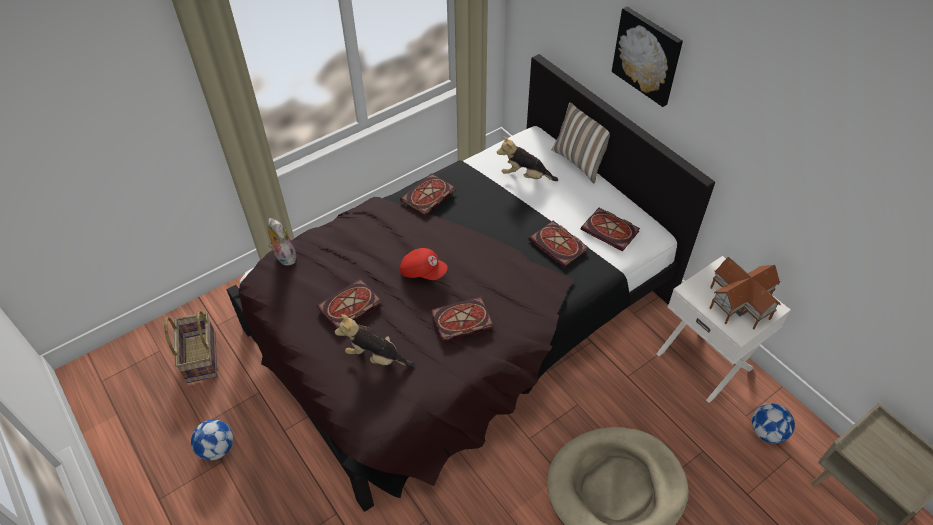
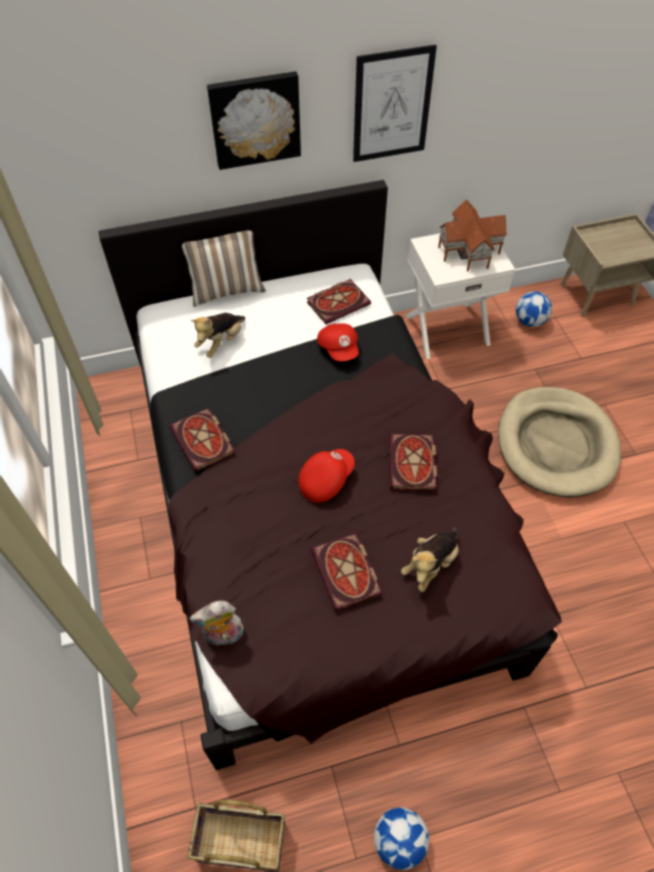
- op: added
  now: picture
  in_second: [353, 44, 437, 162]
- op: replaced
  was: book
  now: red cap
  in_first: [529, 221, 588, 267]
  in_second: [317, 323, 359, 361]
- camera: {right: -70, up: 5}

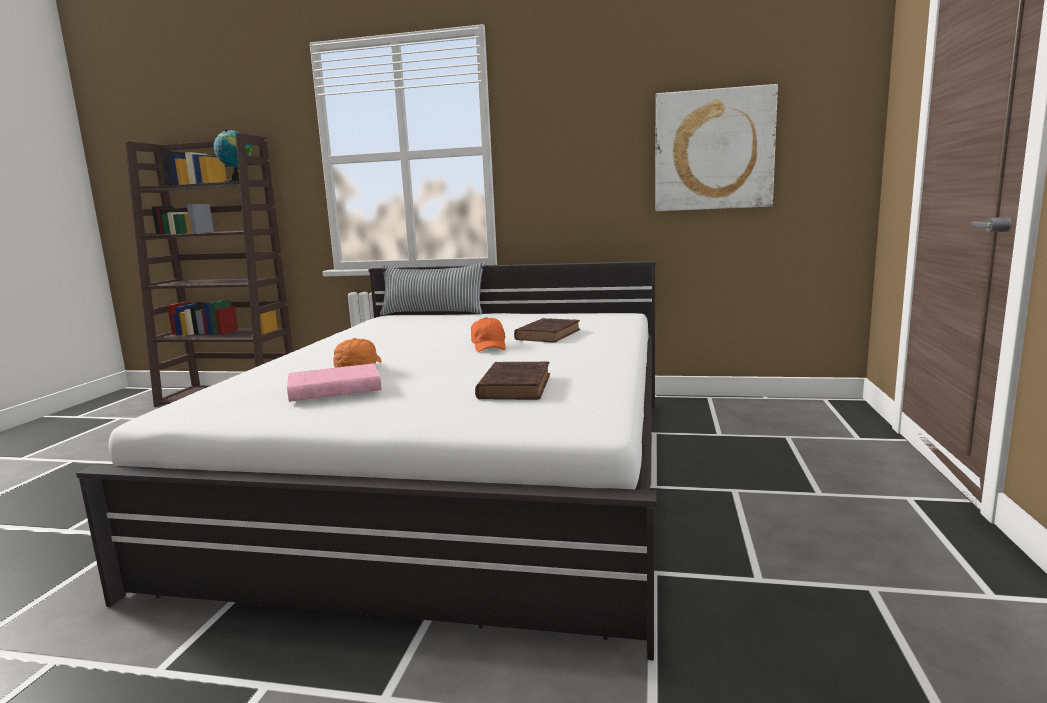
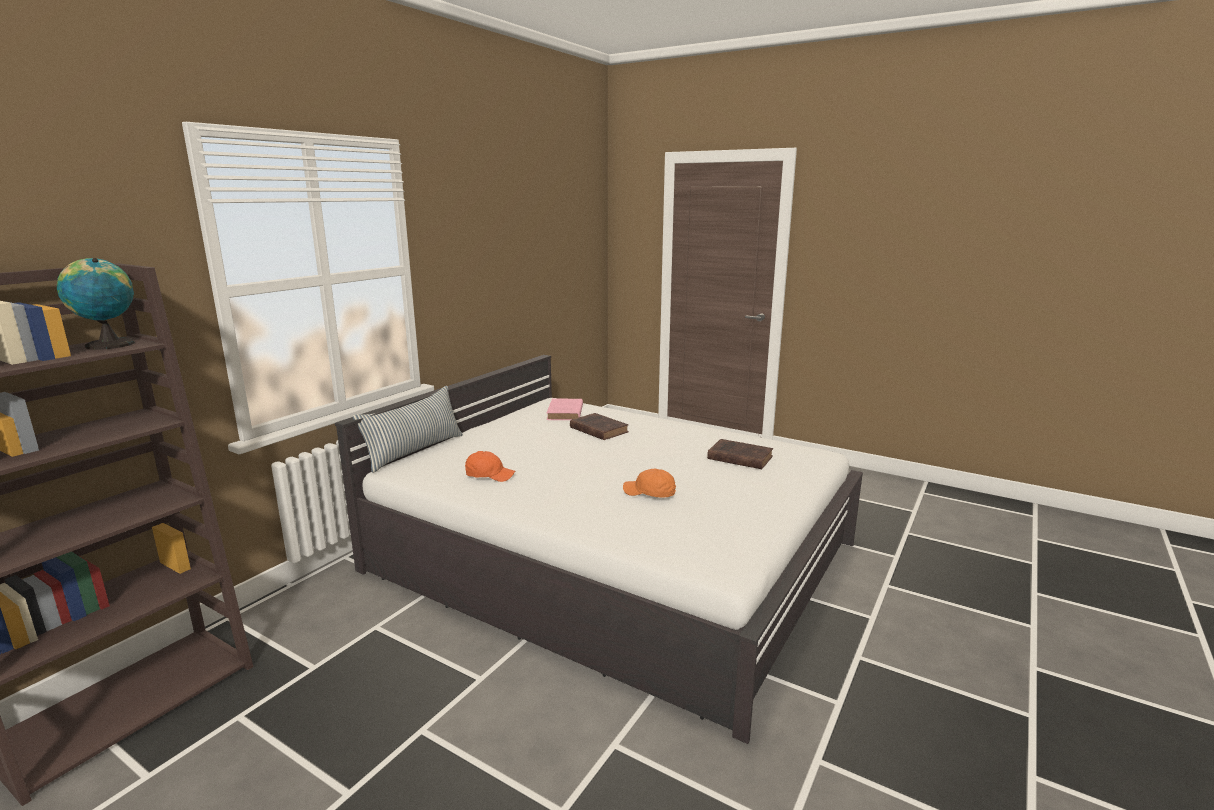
- op: removed
  was: picture
  in_first: [655, 84, 778, 211]
- op: moved
  was: pink book
  in_first: [287, 363, 381, 402]
  in_second: [547, 398, 583, 420]
- op: moved
  was: orange cap
  in_first: [471, 317, 506, 352]
  in_second: [465, 451, 515, 482]
- camera: {right: -70, up: 5}

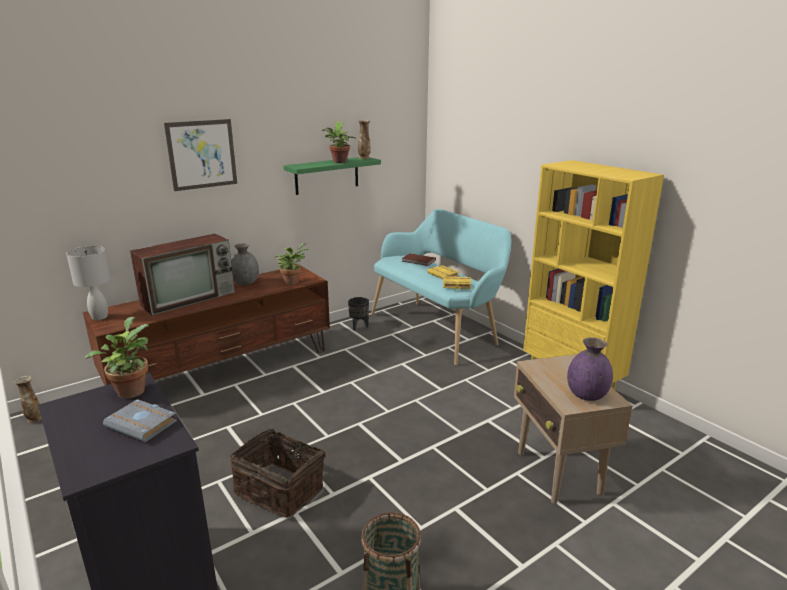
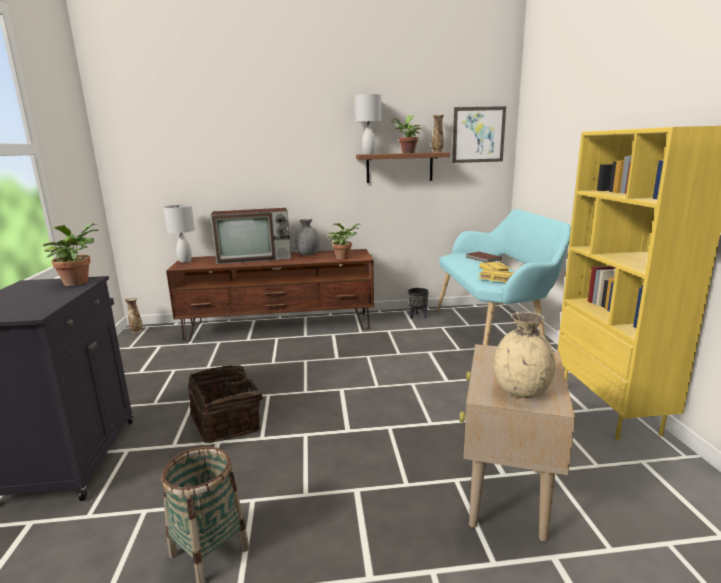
- op: removed
  was: grey book
  in_first: [103, 399, 177, 442]
- op: added
  now: white table lamp
  in_second: [355, 94, 382, 154]
- op: moved
  was: picture
  in_first: [164, 119, 237, 191]
  in_second: [452, 106, 506, 163]
- op: recoloured
  was: green shelf
  now: brown shelf
  in_first: [284, 157, 381, 195]
  in_second: [356, 152, 450, 183]
- op: recoloured
  was: purple vase
  now: beige vase
  in_first: [567, 337, 613, 401]
  in_second: [493, 312, 555, 398]
- camera: {right: 30, up: -5}

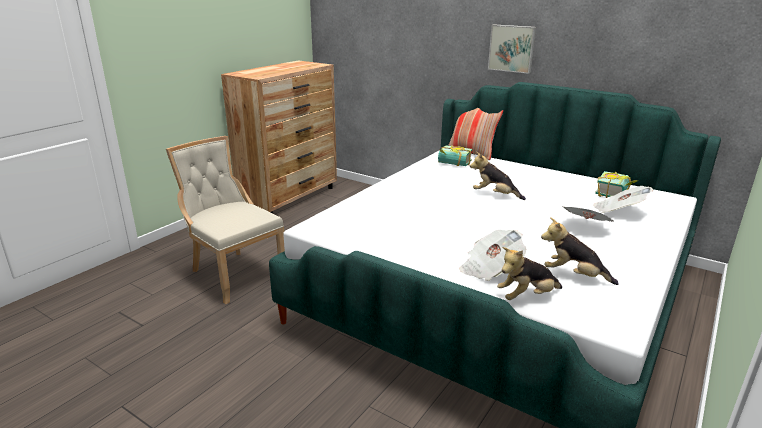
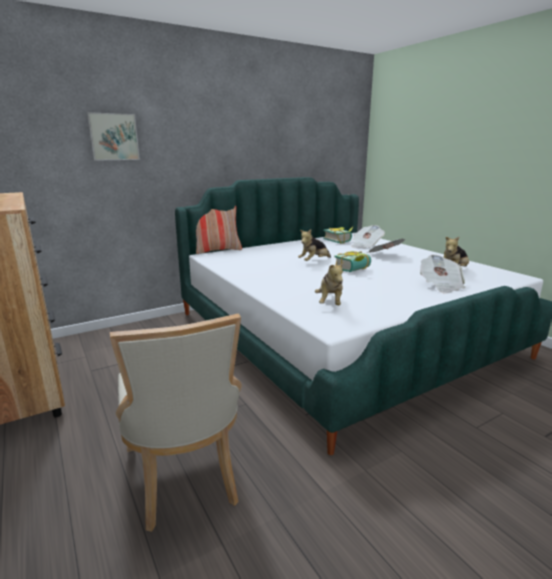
- op: moved
  was: book
  in_first: [438, 145, 472, 166]
  in_second: [335, 251, 371, 272]
- op: moved
  was: picture
  in_first: [488, 24, 536, 74]
  in_second: [87, 112, 140, 161]
- op: moved
  was: plush toy
  in_first: [497, 247, 562, 300]
  in_second: [315, 261, 344, 305]
- op: turned
  was: beige chair
  in_first: [166, 136, 285, 304]
  in_second: [110, 313, 242, 532]
  clockwise: -90
- camera: {right: -65, up: -5}

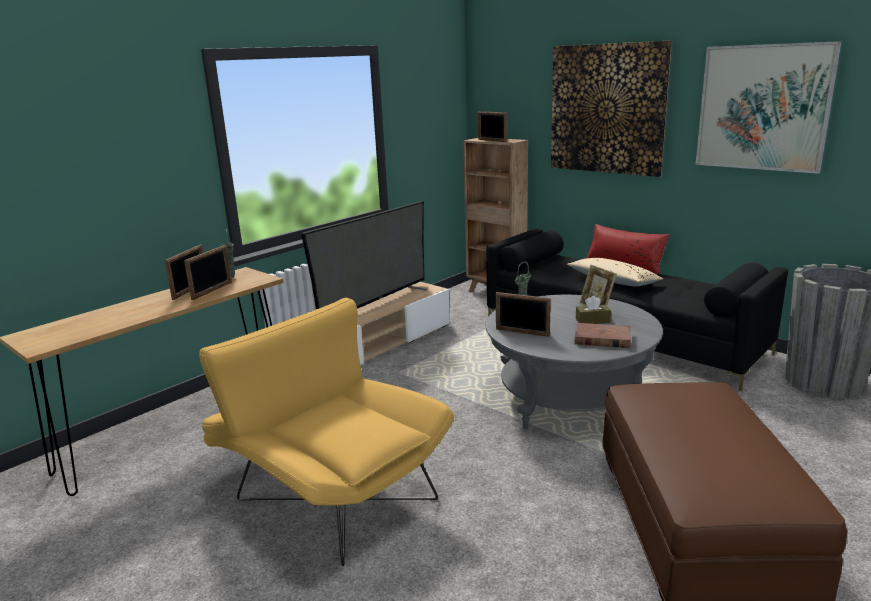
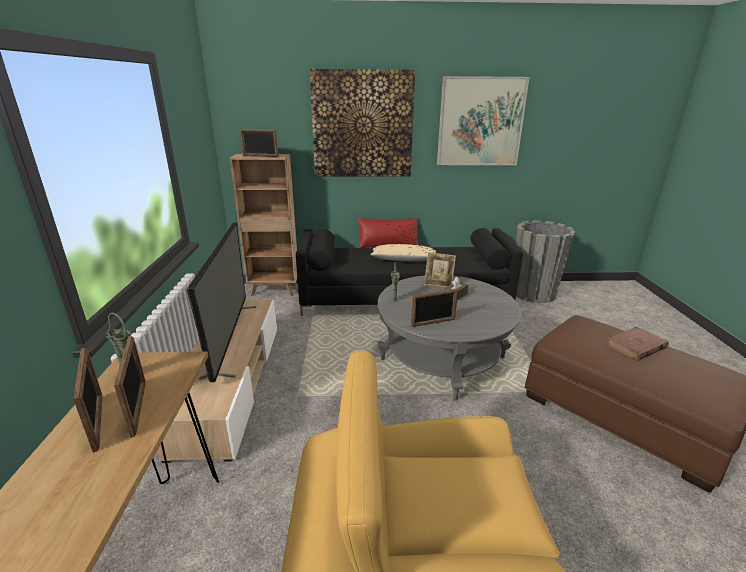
- op: moved
  was: brown book
  in_first: [575, 323, 631, 348]
  in_second: [605, 327, 669, 361]
- camera: {right: -45, up: 5}

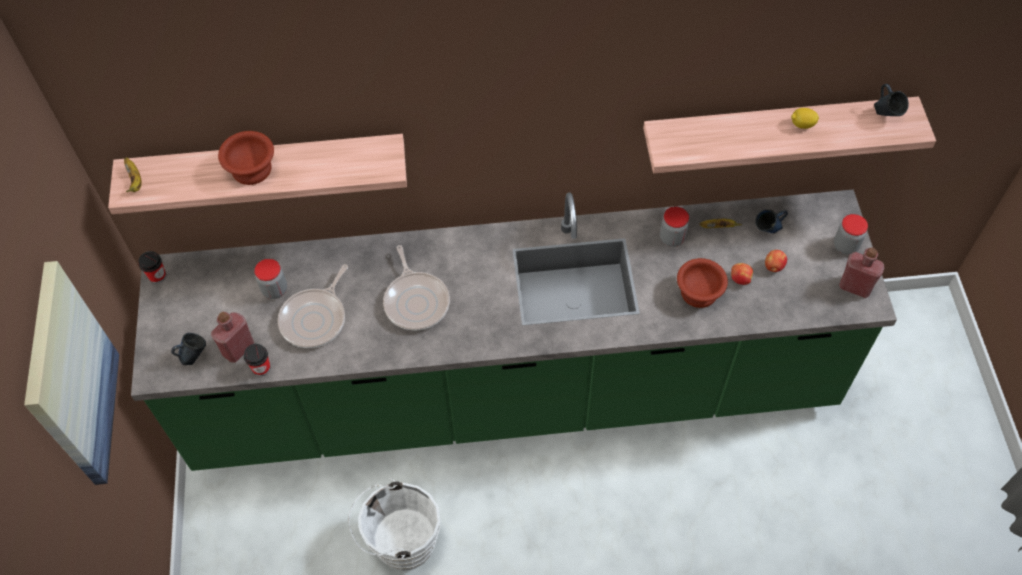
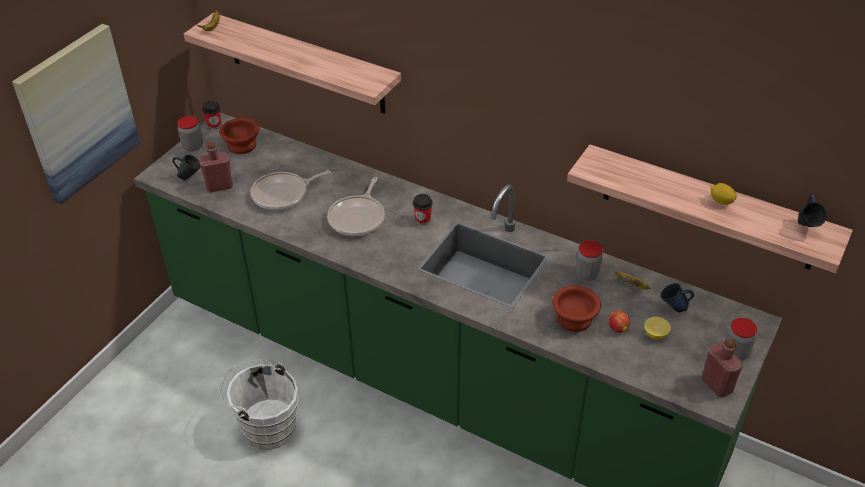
- op: moved
  was: brown bowl
  in_first: [218, 131, 274, 185]
  in_second: [219, 118, 260, 154]
- op: moved
  was: cup
  in_first: [244, 344, 271, 376]
  in_second: [413, 194, 433, 225]
- op: moved
  was: jar
  in_first: [254, 259, 287, 299]
  in_second: [177, 116, 203, 151]
- op: replaced
  was: apple
  now: lemon
  in_first: [765, 250, 787, 272]
  in_second: [644, 317, 671, 339]
- camera: {right: 35, up: -15}

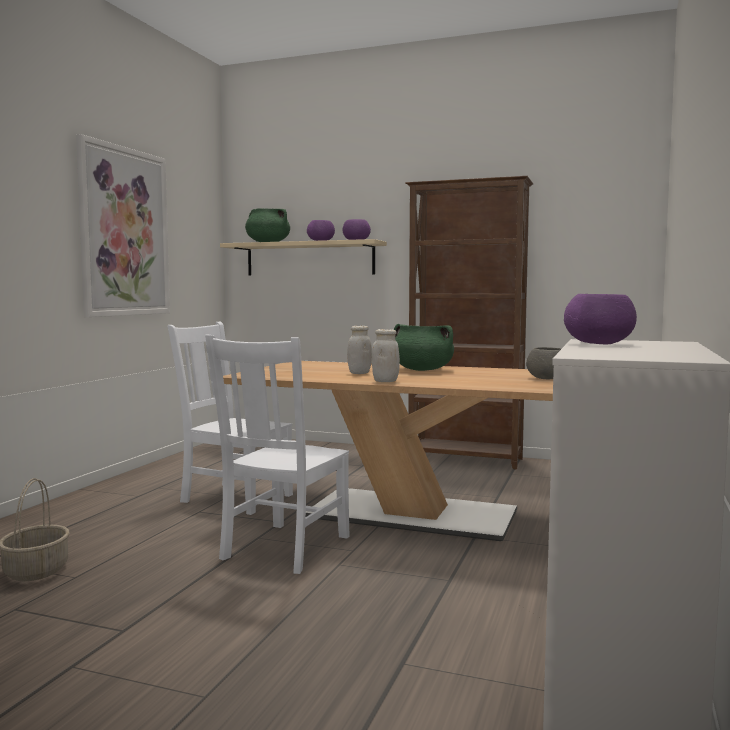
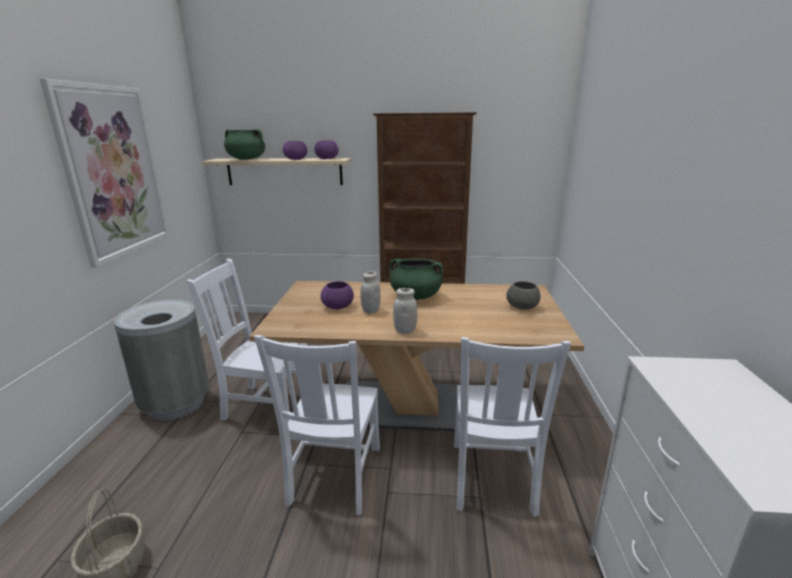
- op: added
  now: grey trash can
  in_second: [114, 300, 209, 420]
- op: added
  now: white chair
  in_second: [454, 337, 571, 517]
- op: moved
  was: purple bowl
  in_first: [564, 294, 637, 344]
  in_second: [321, 281, 354, 309]
- camera: {right: -15, up: 15}

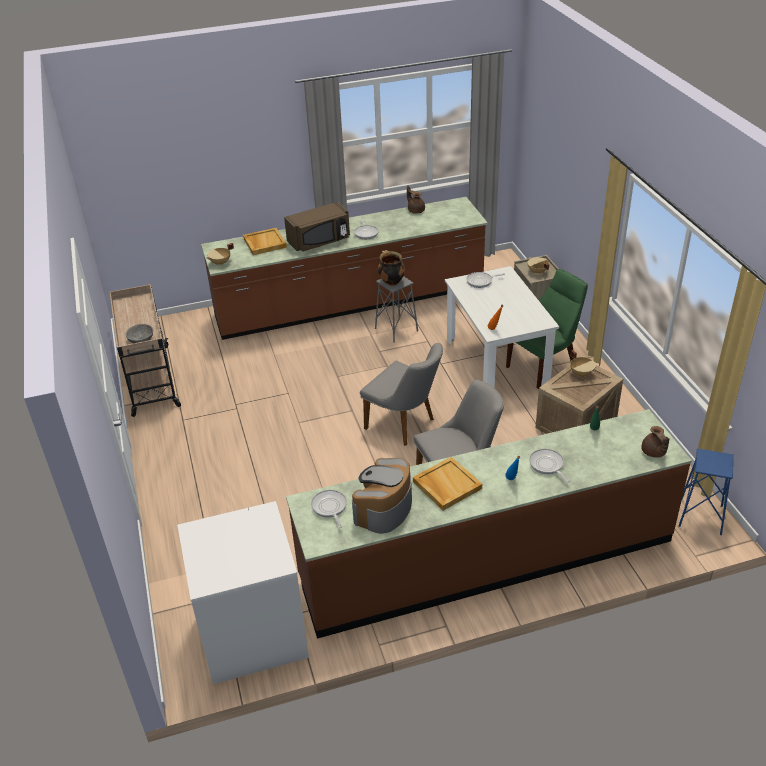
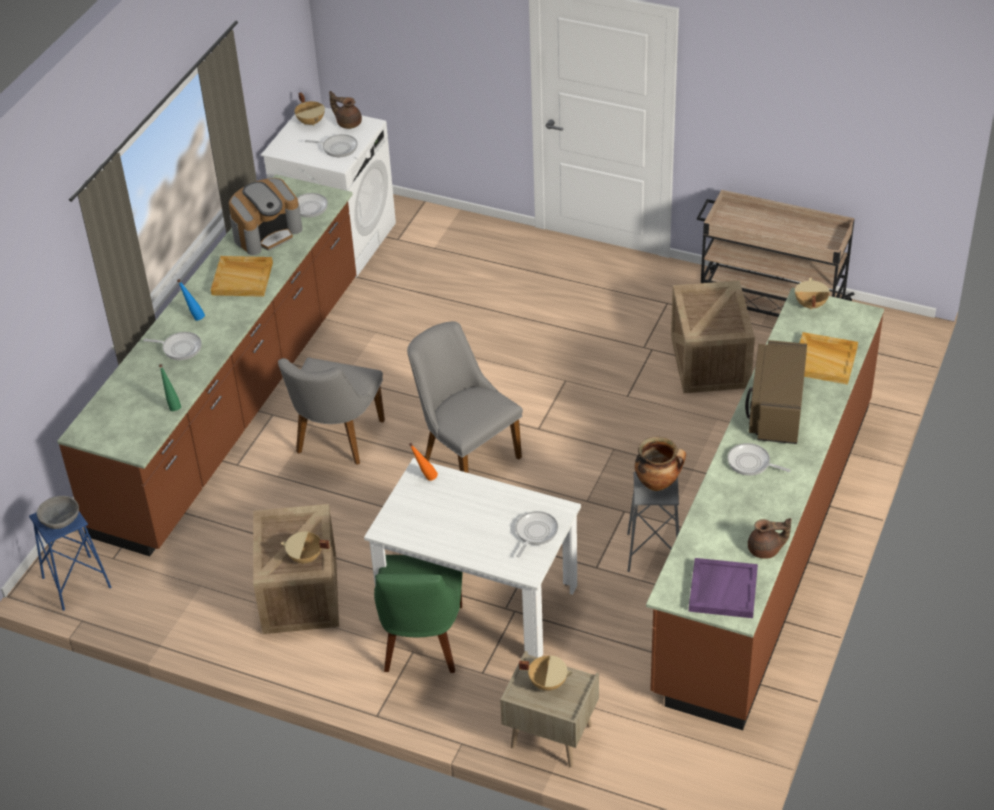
- op: added
  now: beige cooking pot
  in_second: [295, 93, 325, 126]
- op: added
  now: frying pan
  in_second: [305, 134, 358, 157]
- op: added
  now: crate
  in_second: [671, 280, 755, 393]
- op: added
  now: purple tray
  in_second: [689, 558, 758, 618]
- op: moved
  was: grey bowl
  in_first: [125, 324, 153, 343]
  in_second: [37, 496, 79, 529]
- op: moved
  was: brown teapot
  in_first: [641, 426, 669, 458]
  in_second: [329, 91, 362, 129]
- op: turned
  was: coffee machine
  in_first: [352, 458, 412, 534]
  in_second: [229, 178, 302, 255]
  clockwise: 75
- op: turned
  was: grey chair
  in_first: [360, 343, 443, 446]
  in_second: [407, 321, 523, 473]
  clockwise: 60
- camera: {right: 130, up: 5}

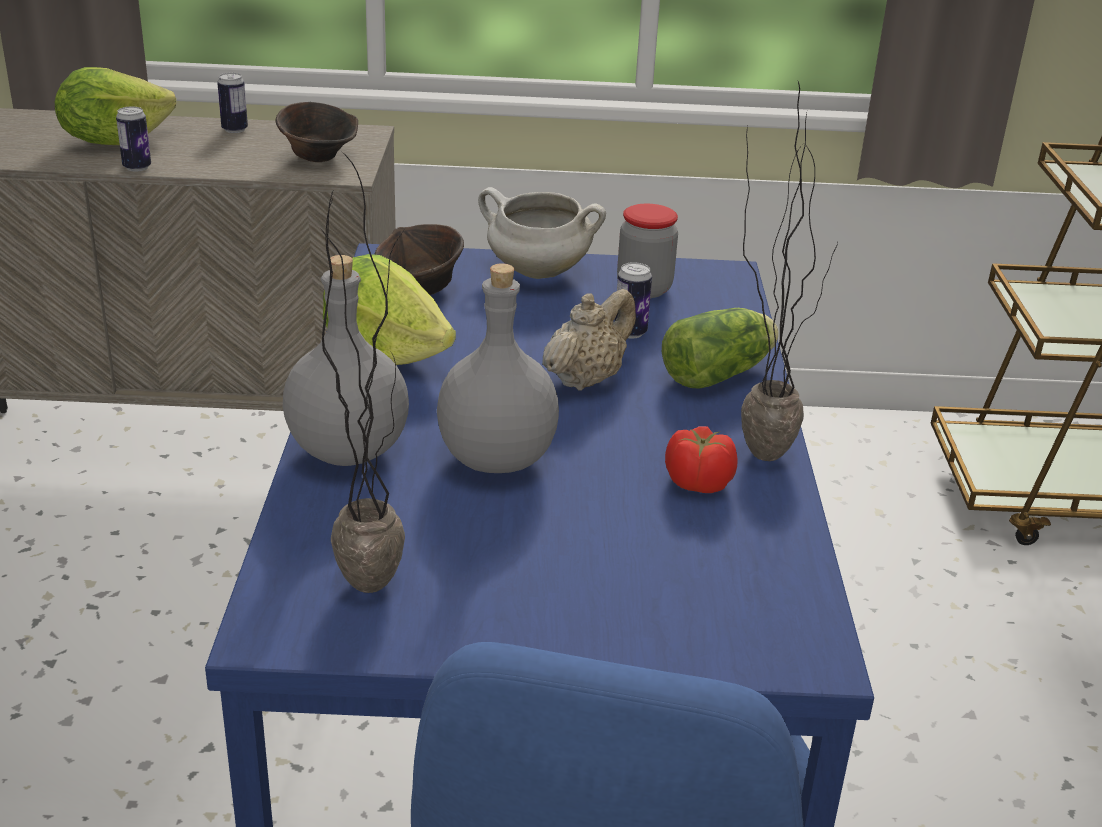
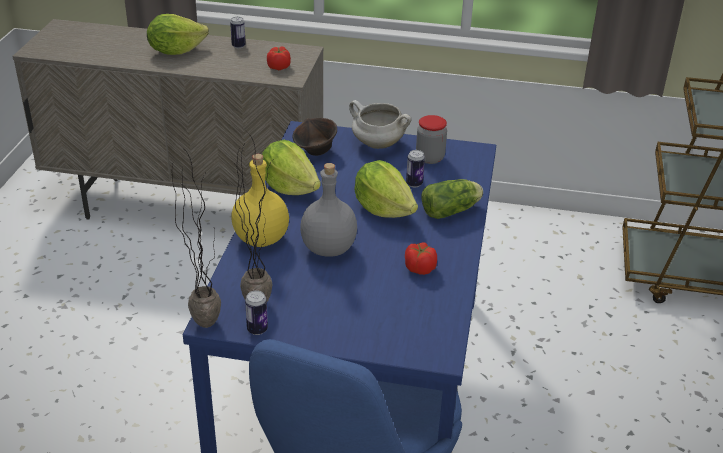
- op: moved
  was: can
  in_first: [116, 107, 151, 171]
  in_second: [245, 290, 268, 335]
- op: moved
  was: potted plant
  in_first: [741, 82, 838, 461]
  in_second: [172, 150, 221, 328]
- op: replaced
  was: brown bowl
  now: tomato
  in_first: [276, 102, 358, 162]
  in_second: [267, 46, 291, 70]
- op: replaced
  was: beige teapot
  now: lettuce
  in_first: [542, 289, 636, 391]
  in_second: [354, 160, 418, 218]
- op: recoloured
  was: grey bottle
  now: yellow bottle
  in_first: [283, 255, 409, 466]
  in_second: [231, 154, 289, 247]
- camera: {right: 10, up: 5}

